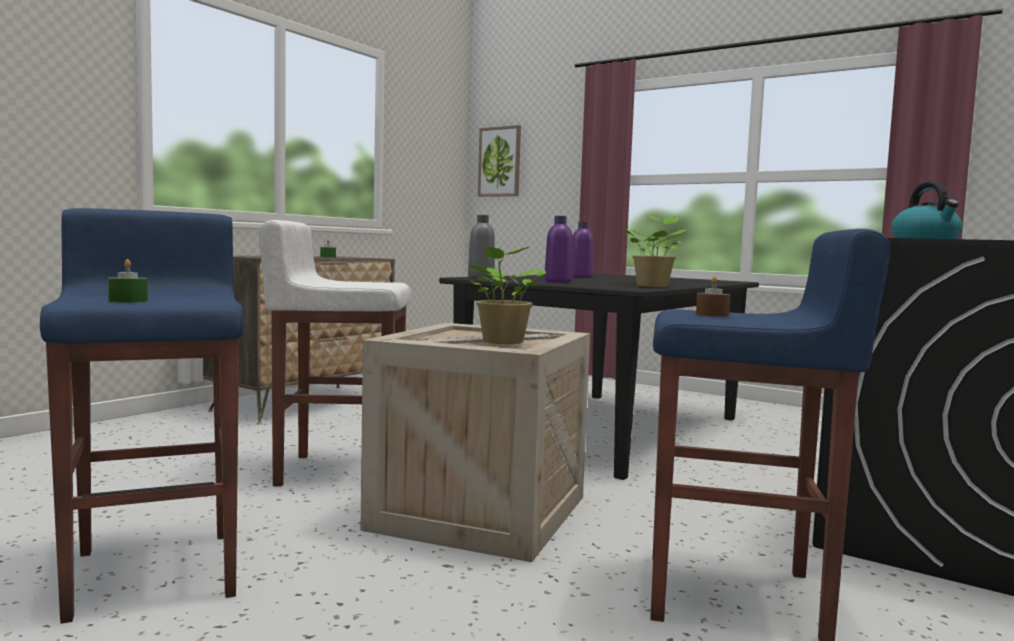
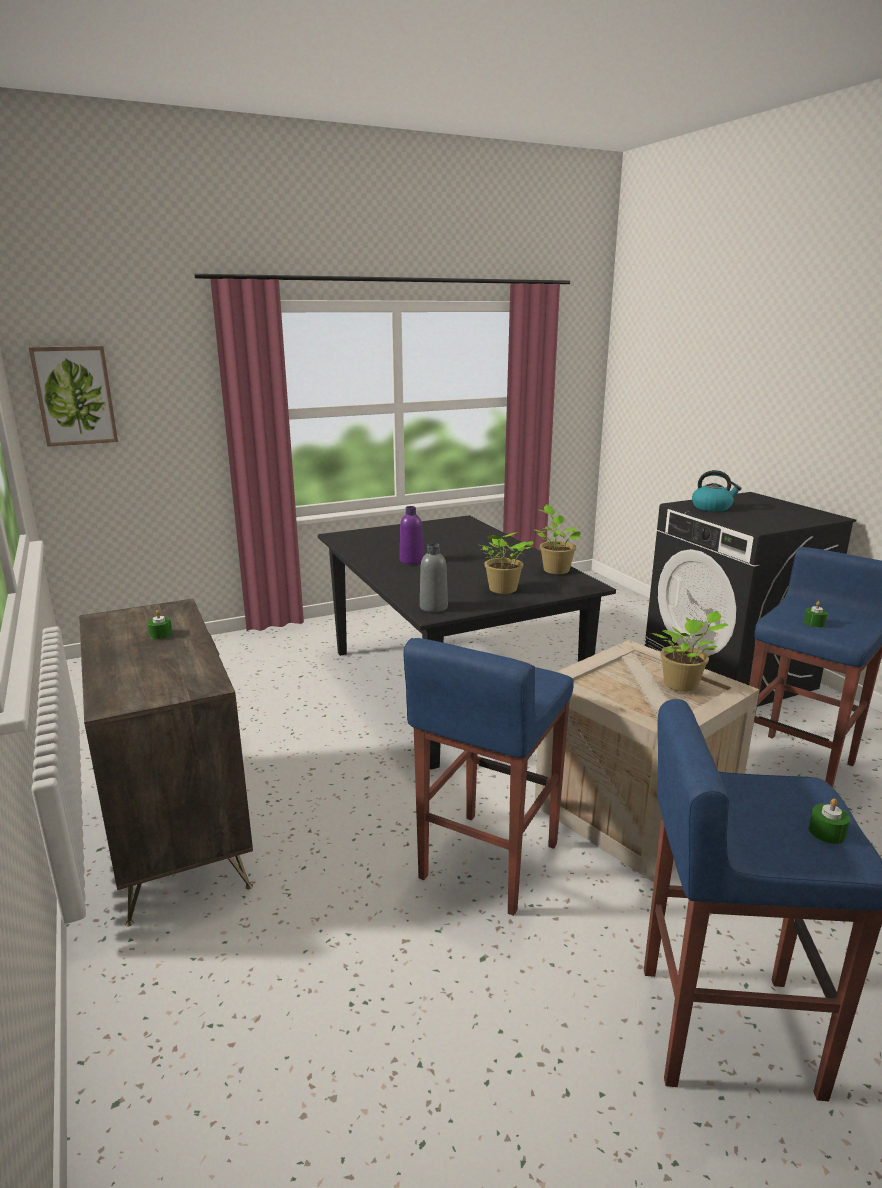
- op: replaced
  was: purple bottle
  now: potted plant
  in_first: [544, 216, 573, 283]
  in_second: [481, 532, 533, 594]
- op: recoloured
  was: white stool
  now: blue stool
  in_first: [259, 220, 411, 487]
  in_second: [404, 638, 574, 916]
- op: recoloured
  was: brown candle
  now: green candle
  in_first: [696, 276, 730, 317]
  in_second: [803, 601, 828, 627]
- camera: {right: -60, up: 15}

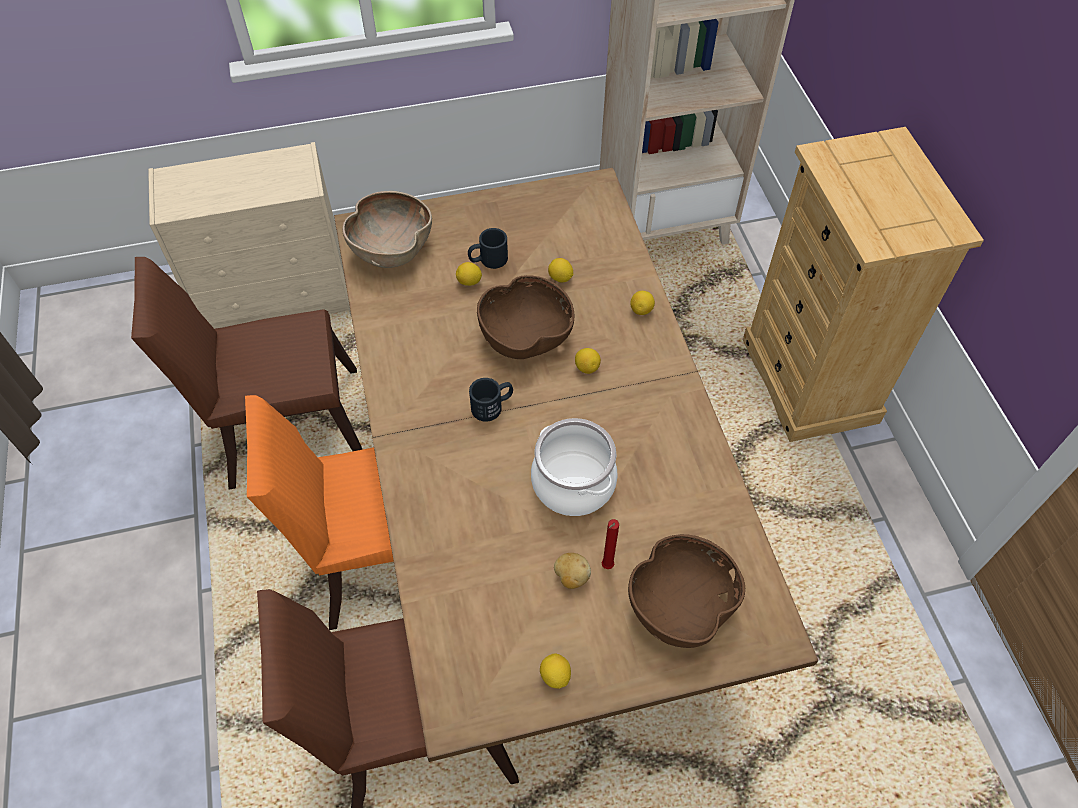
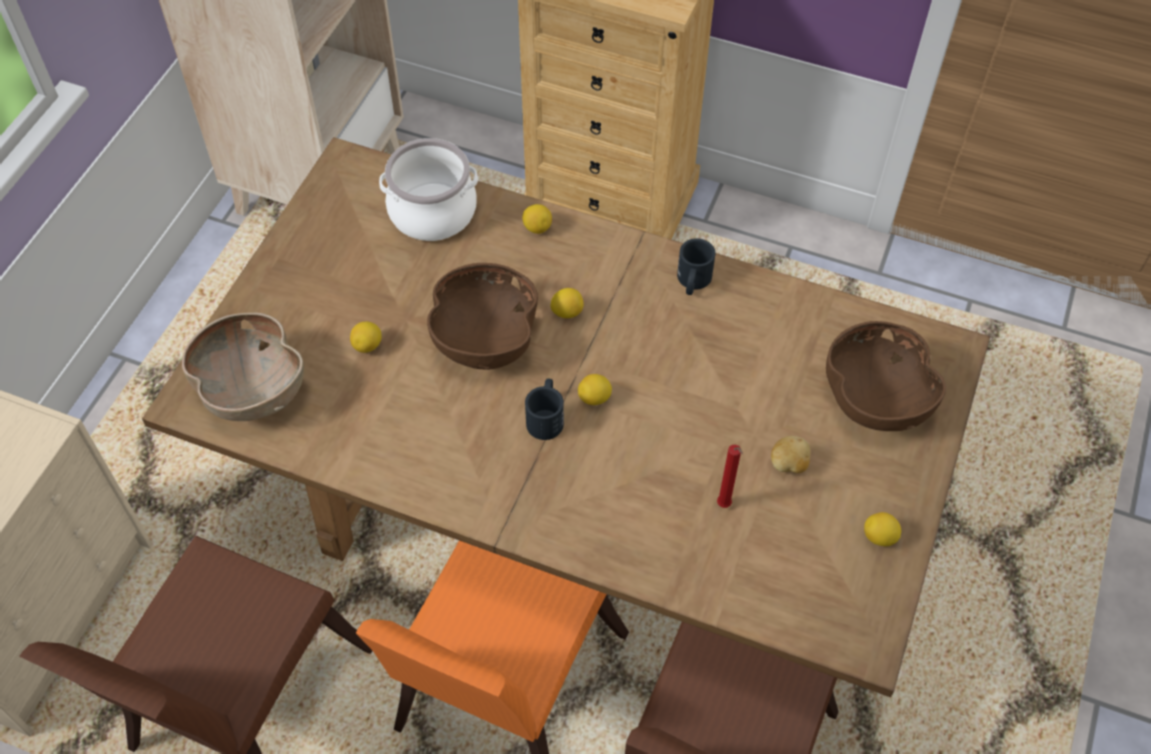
- op: moved
  was: black mug
  in_first: [468, 228, 508, 269]
  in_second: [677, 238, 716, 295]
- op: moved
  was: cooking pot
  in_first: [531, 418, 618, 516]
  in_second: [379, 138, 478, 241]
- op: moved
  was: lemon
  in_first: [548, 258, 573, 283]
  in_second: [578, 374, 612, 405]
- op: moved
  was: red candle
  in_first: [602, 519, 619, 569]
  in_second: [717, 445, 743, 508]
- camera: {right: -55, up: 0}

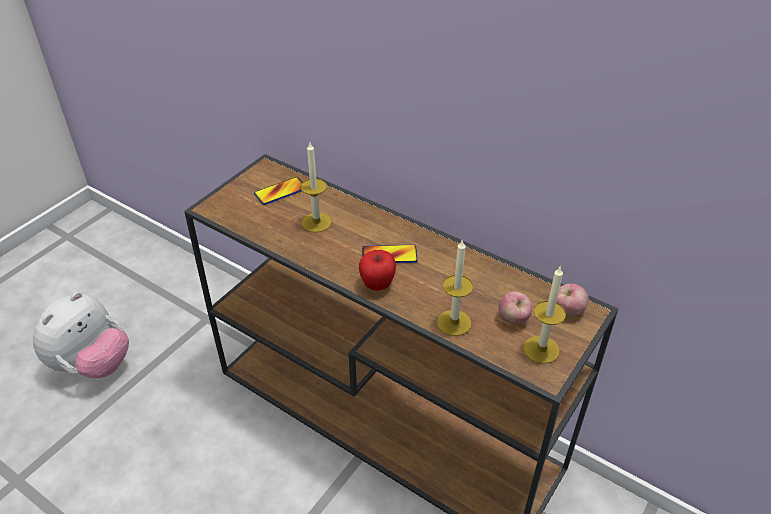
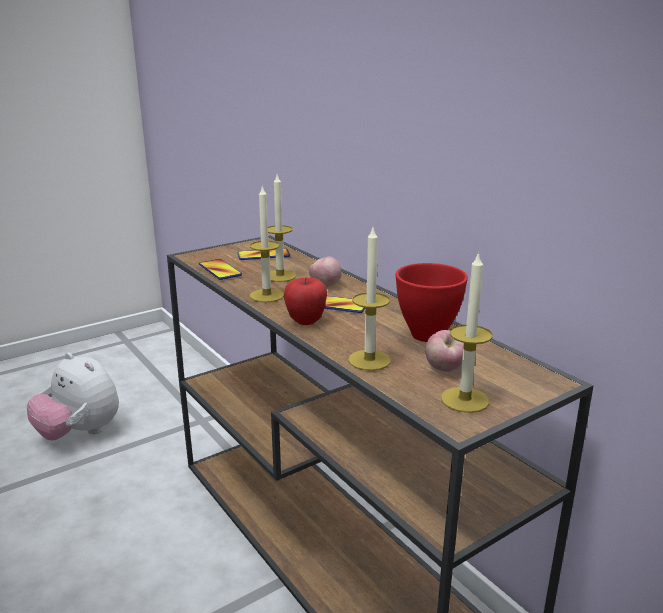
- op: added
  now: phone
  in_second: [199, 259, 242, 280]
- op: added
  now: candle
  in_second: [250, 185, 284, 302]
- op: added
  now: red bowl
  in_second: [395, 263, 468, 342]
- op: moved
  was: apple
  in_first: [556, 284, 589, 316]
  in_second: [309, 256, 342, 287]
- op: turned
  was: plush toy
  in_first: [33, 292, 129, 378]
  in_second: [27, 352, 119, 440]
  clockwise: 75
- camera: {right: 20, up: -20}

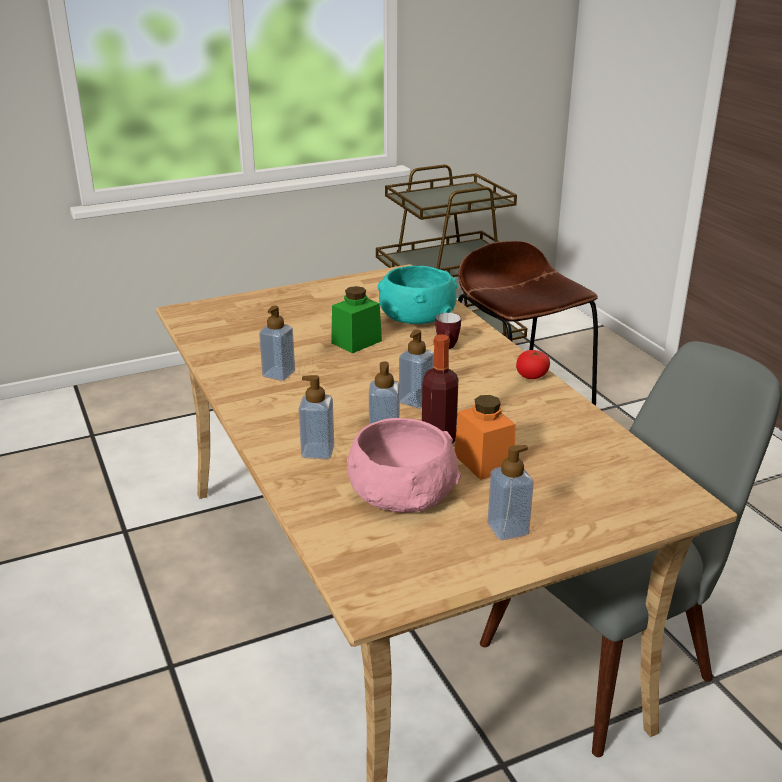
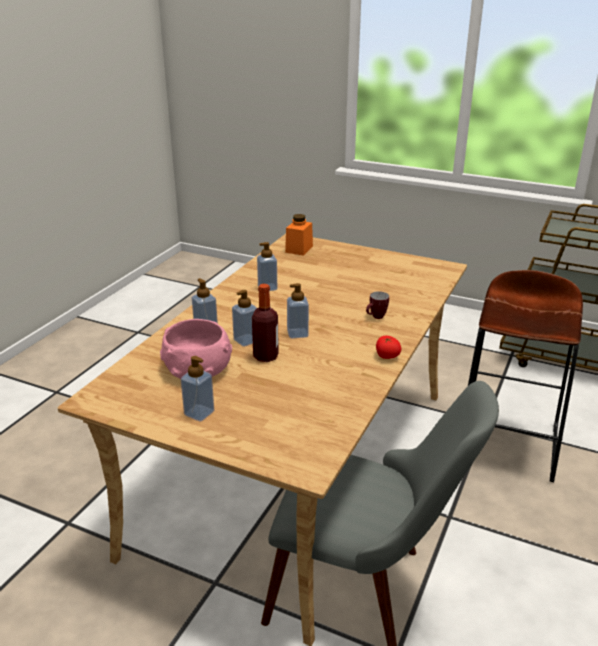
- op: removed
  was: green jar
  in_first: [331, 286, 382, 353]
- op: removed
  was: turquoise bowl
  in_first: [377, 266, 457, 324]
- op: moved
  was: orange jar
  in_first: [455, 395, 515, 480]
  in_second: [285, 214, 313, 256]
- camera: {right: 50, up: 0}

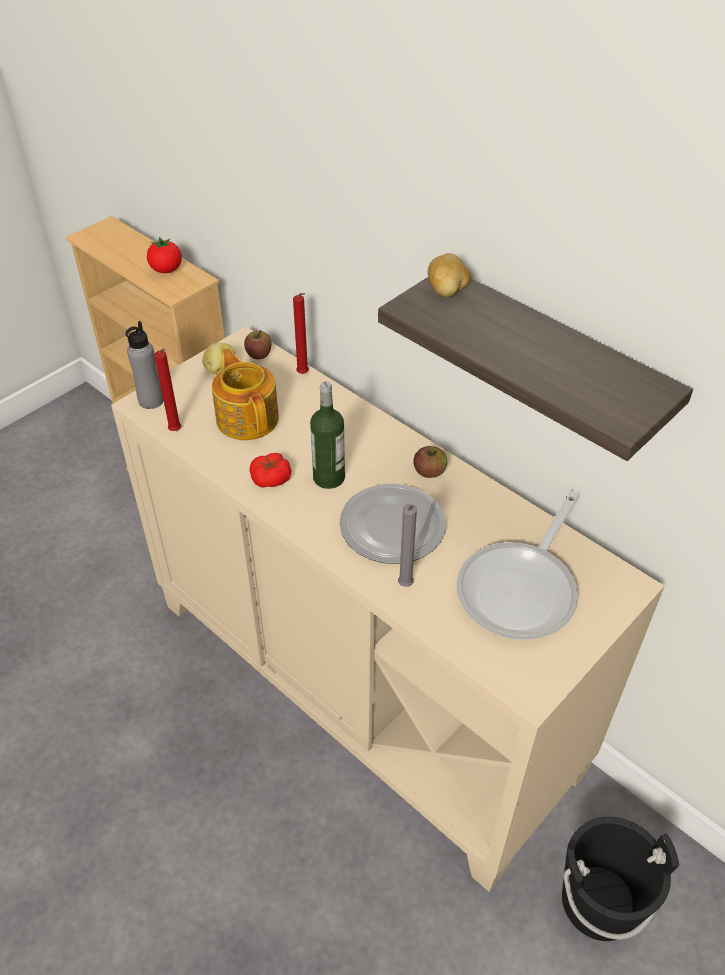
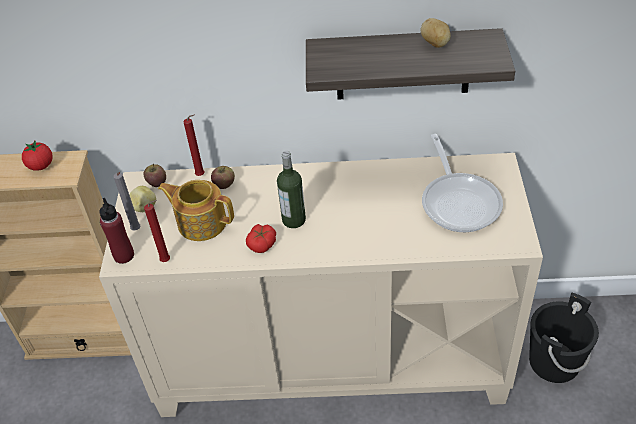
- op: removed
  was: plate
  in_first: [339, 483, 446, 564]
- op: moved
  was: grey candle
  in_first: [398, 504, 417, 587]
  in_second: [114, 172, 141, 231]
- op: moved
  was: apple
  in_first: [413, 446, 447, 478]
  in_second: [211, 166, 235, 189]
- op: moved
  was: potato
  in_first: [428, 253, 471, 297]
  in_second: [421, 18, 451, 48]
- op: recoloured
  was: grey bottle
  now: red bottle
  in_first: [125, 321, 164, 409]
  in_second: [99, 198, 134, 264]
- camera: {right: -40, up: 0}

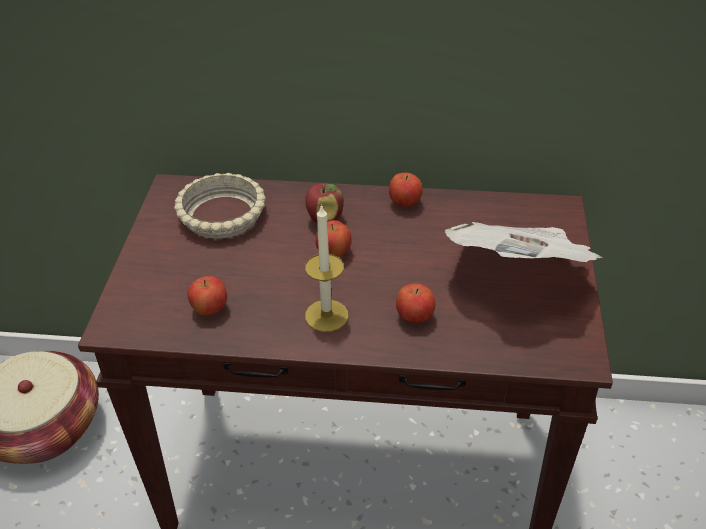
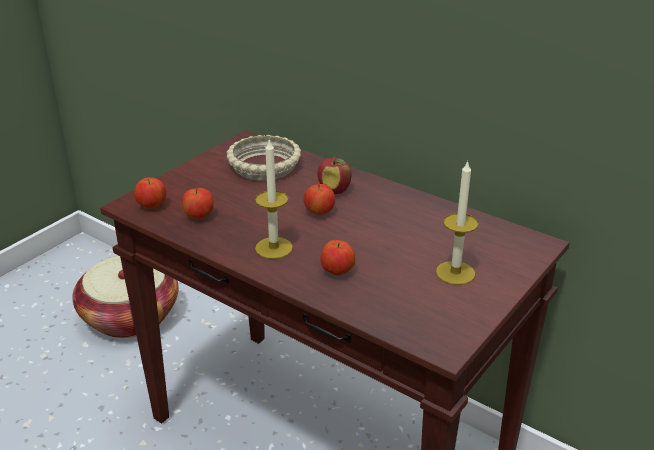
- op: moved
  was: apple
  in_first: [389, 173, 423, 207]
  in_second: [134, 177, 166, 209]
- op: replaced
  was: newspaper
  now: candle
  in_first: [445, 222, 603, 262]
  in_second: [436, 160, 479, 285]
- camera: {right: 30, up: -10}

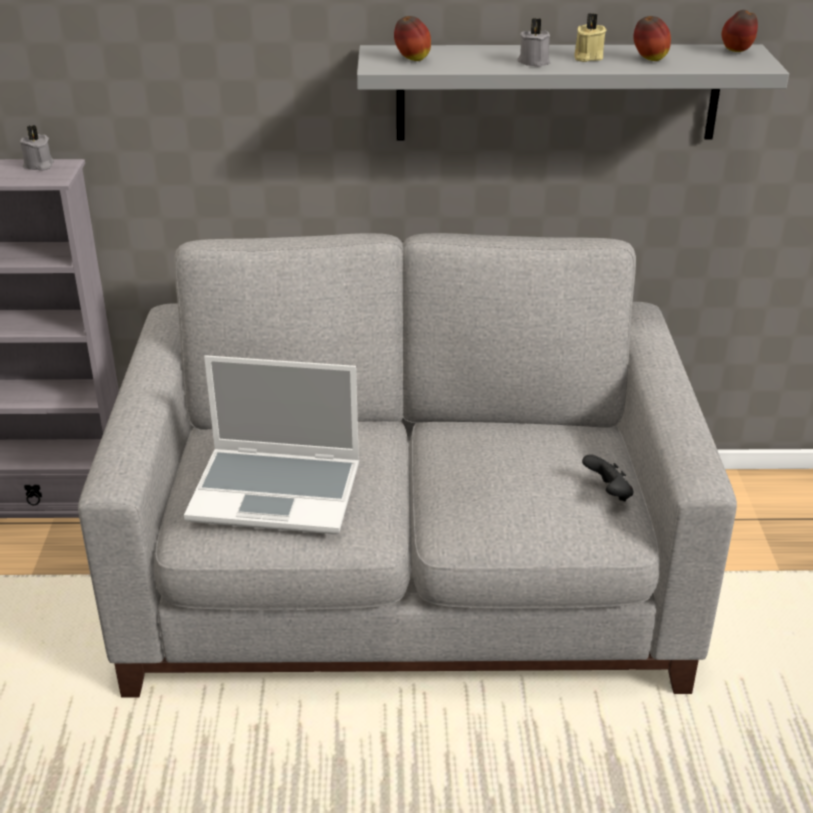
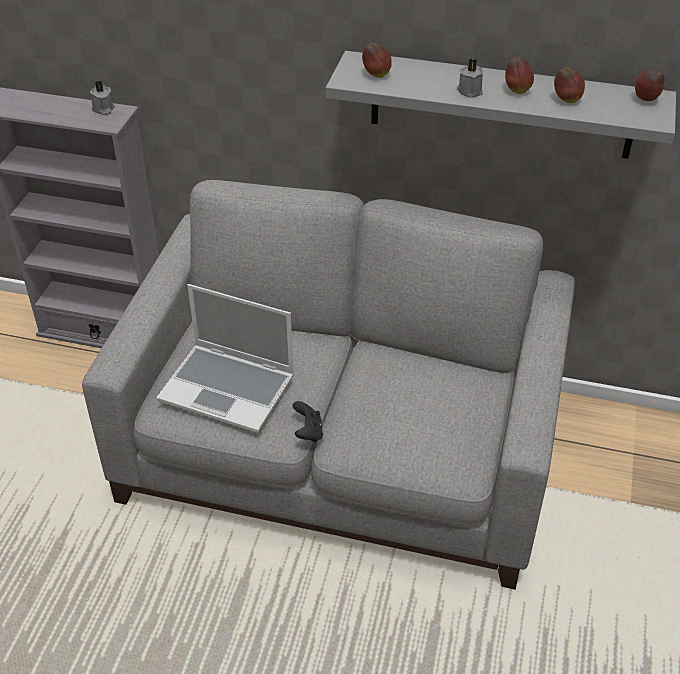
- op: moved
  was: black game controller
  in_first: [582, 454, 633, 502]
  in_second: [292, 401, 323, 442]
- op: replaced
  was: beige candle
  now: apple
  in_first: [574, 13, 607, 62]
  in_second: [505, 57, 534, 94]
- camera: {right: 15, up: 10}

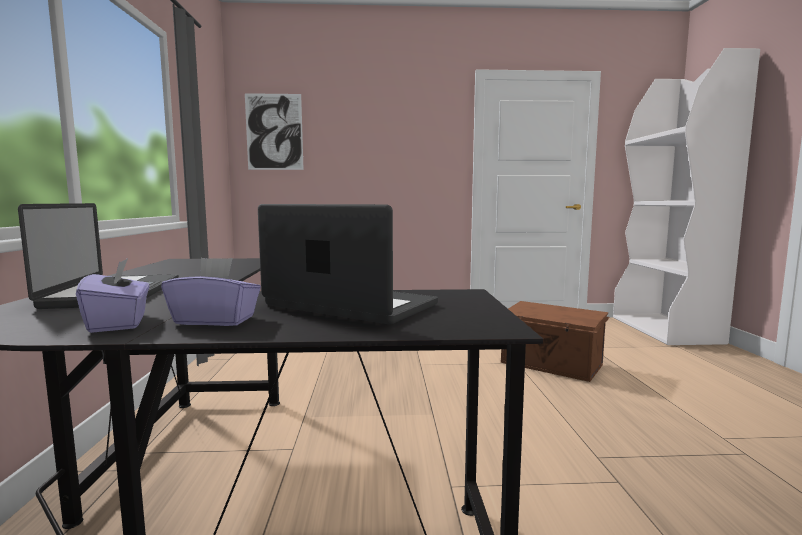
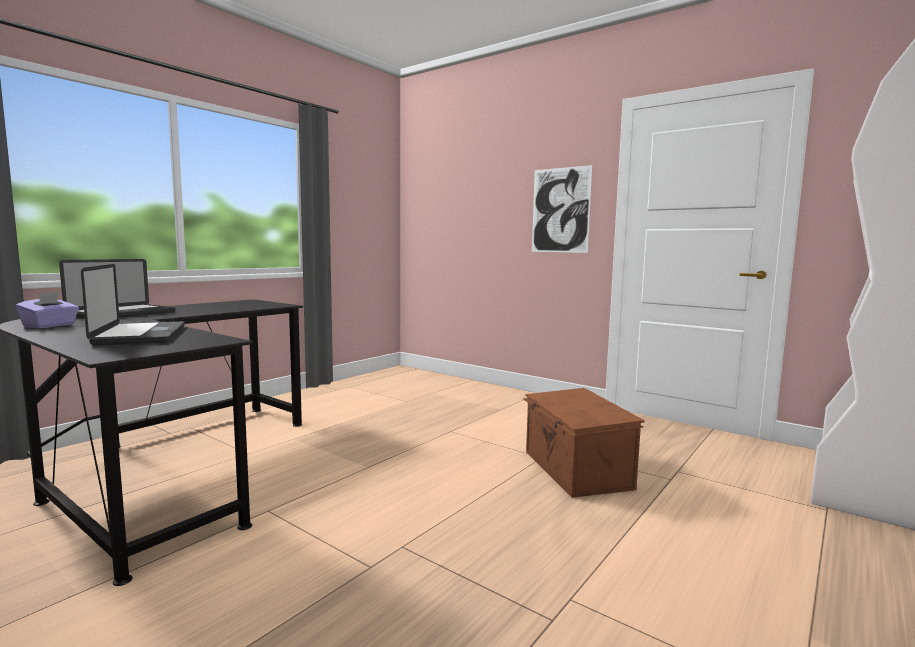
- op: removed
  was: purple tissue box
  in_first: [161, 258, 261, 326]
- op: moved
  was: picture
  in_first: [245, 93, 304, 170]
  in_second: [532, 165, 592, 253]
- camera: {right: 40, up: 0}

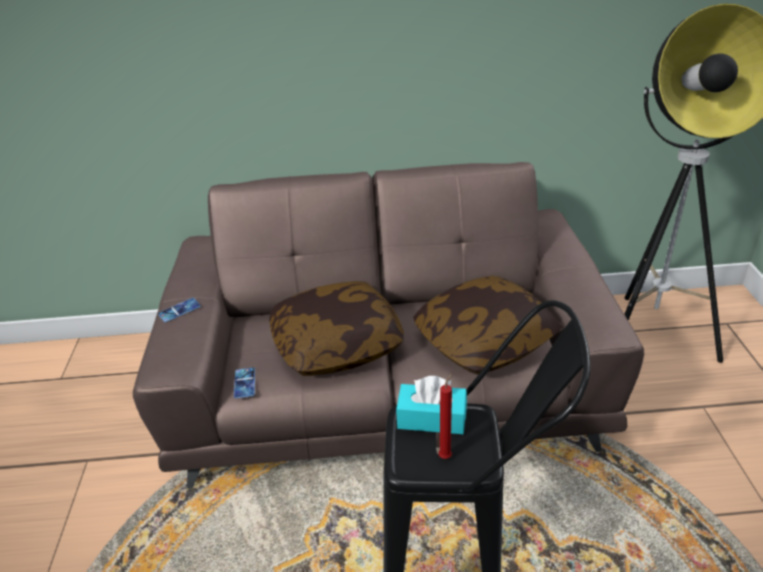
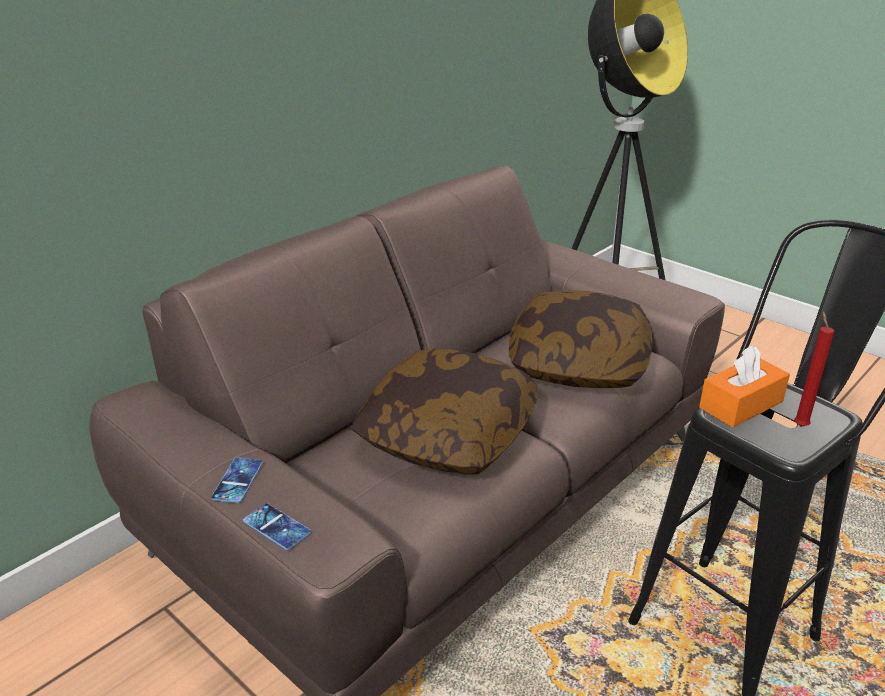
- op: moved
  was: phone
  in_first: [234, 367, 255, 398]
  in_second: [243, 503, 311, 550]
- op: recoloured
  was: turquoise tissue box
  now: orange tissue box
  in_first: [396, 376, 467, 434]
  in_second: [699, 345, 790, 428]
- camera: {right: -45, up: -5}

